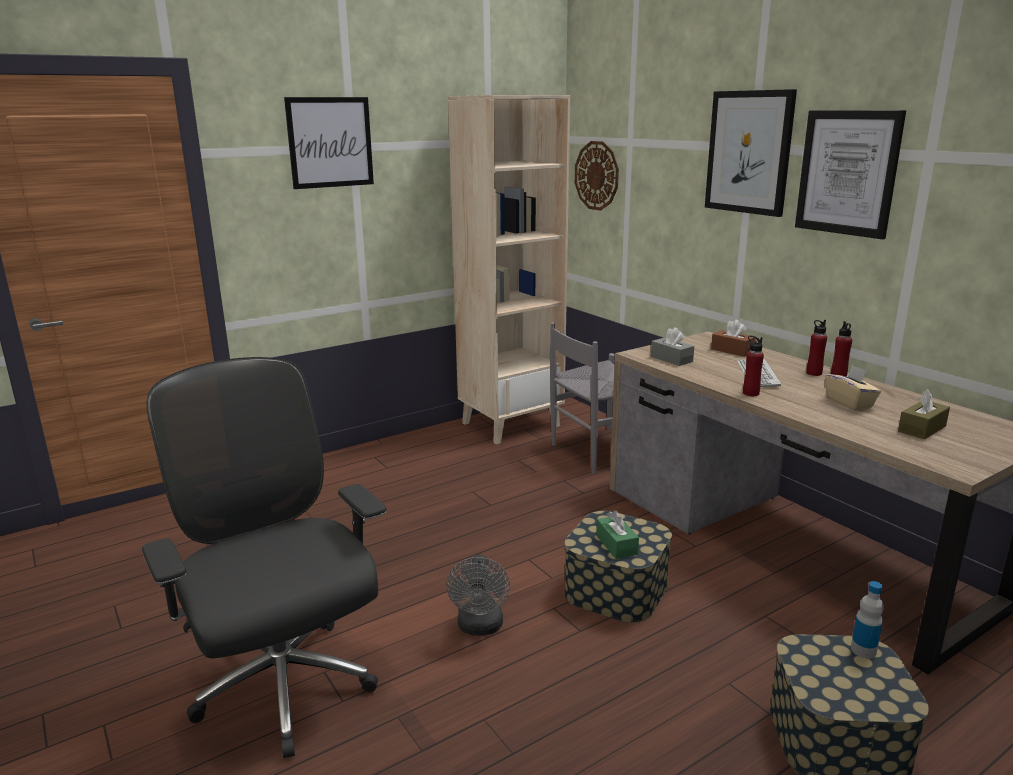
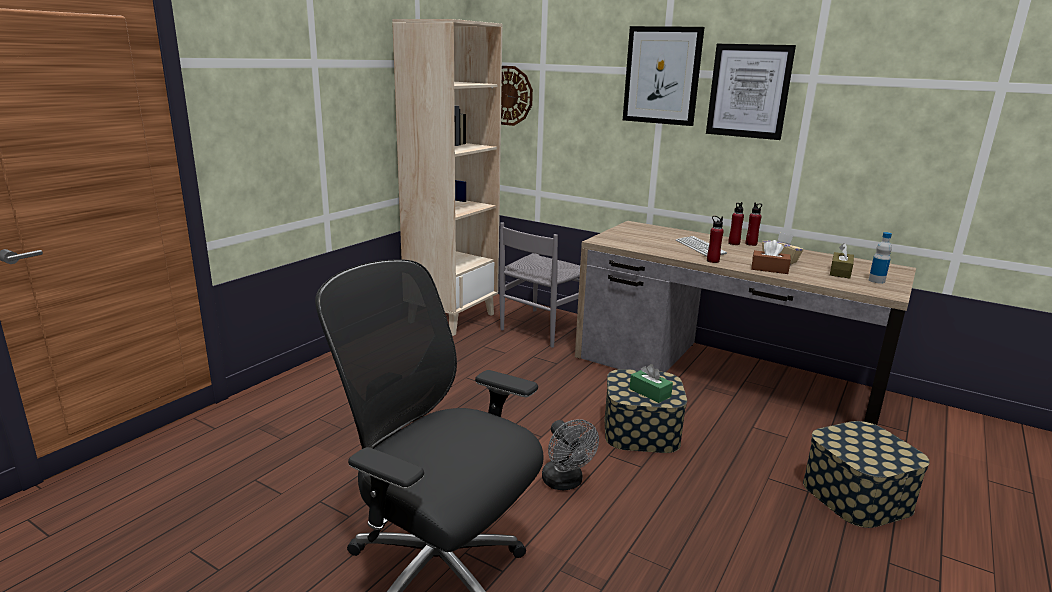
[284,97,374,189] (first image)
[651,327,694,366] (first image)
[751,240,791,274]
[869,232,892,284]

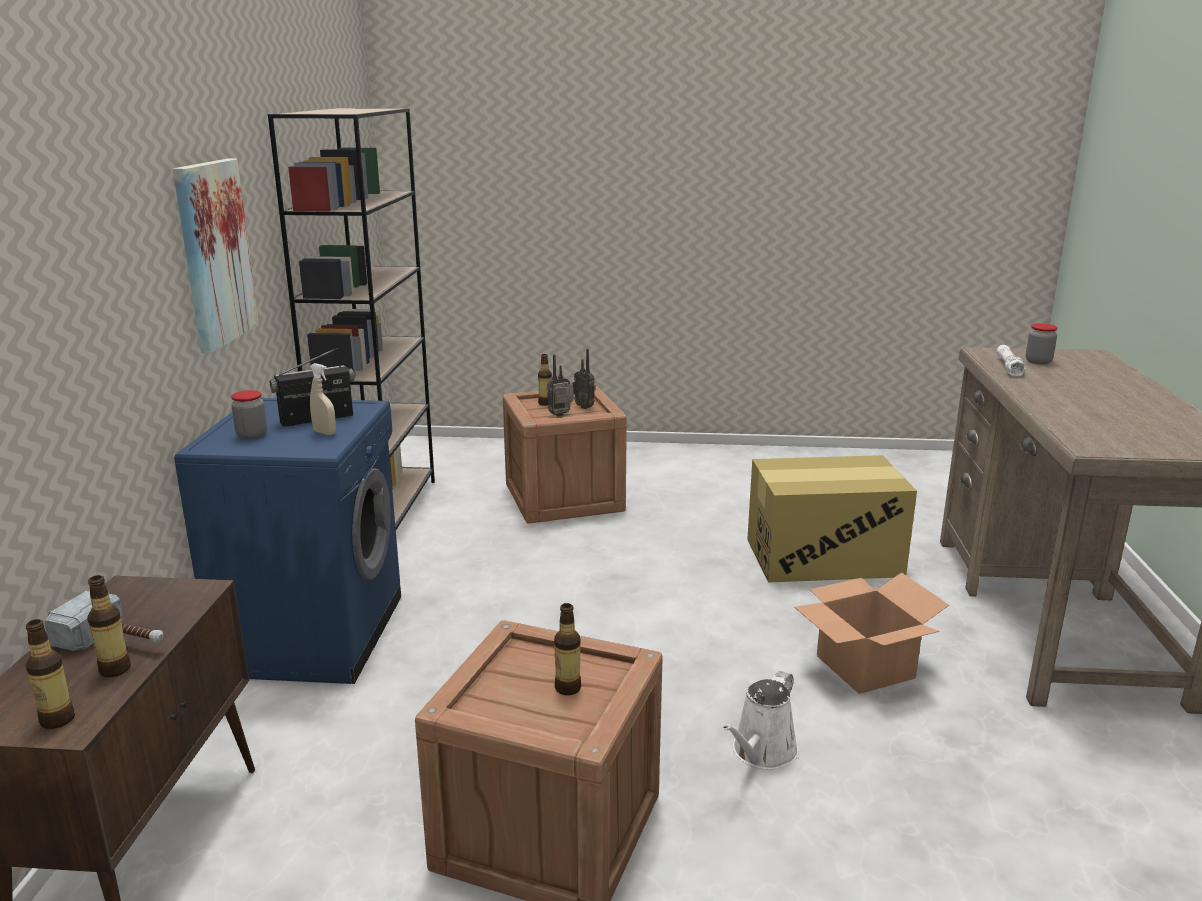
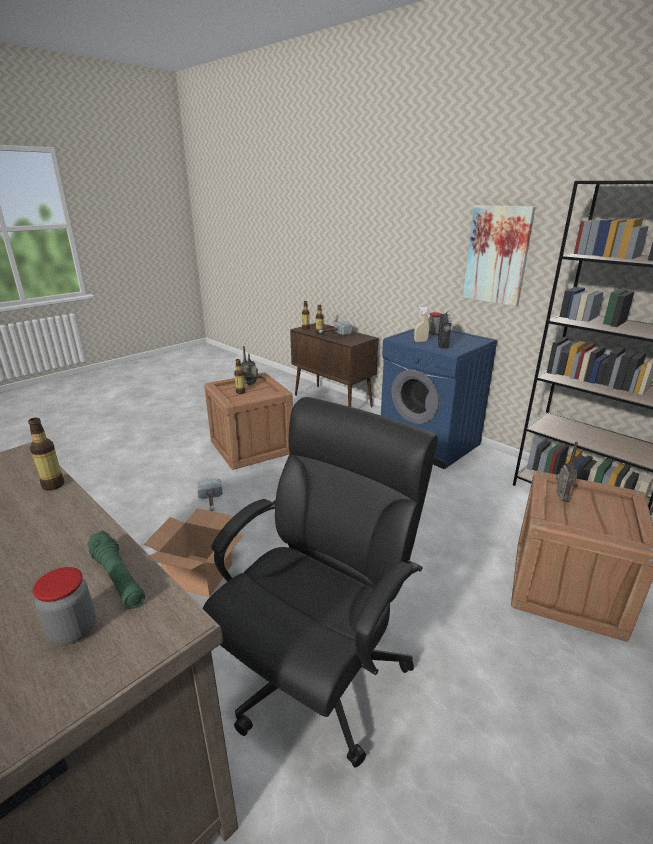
[28,418,64,490]
[241,346,258,385]
[197,478,223,511]
[203,397,438,768]
[87,531,145,609]

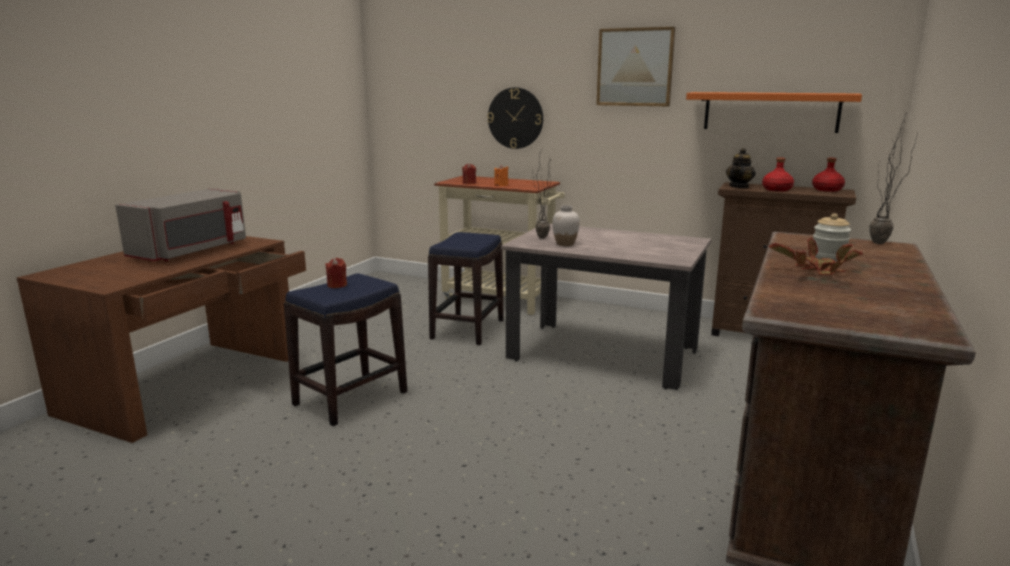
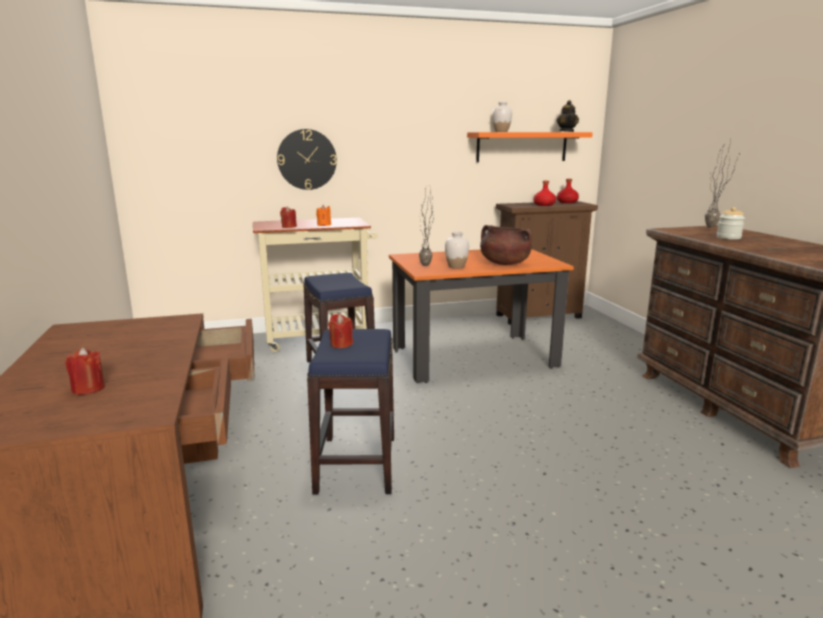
[115,188,246,261] (first image)
[389,249,574,383]
[596,27,675,106] (first image)
[557,100,579,132]
[769,238,863,275] (first image)
[65,348,105,395]
[480,225,532,265]
[492,102,512,132]

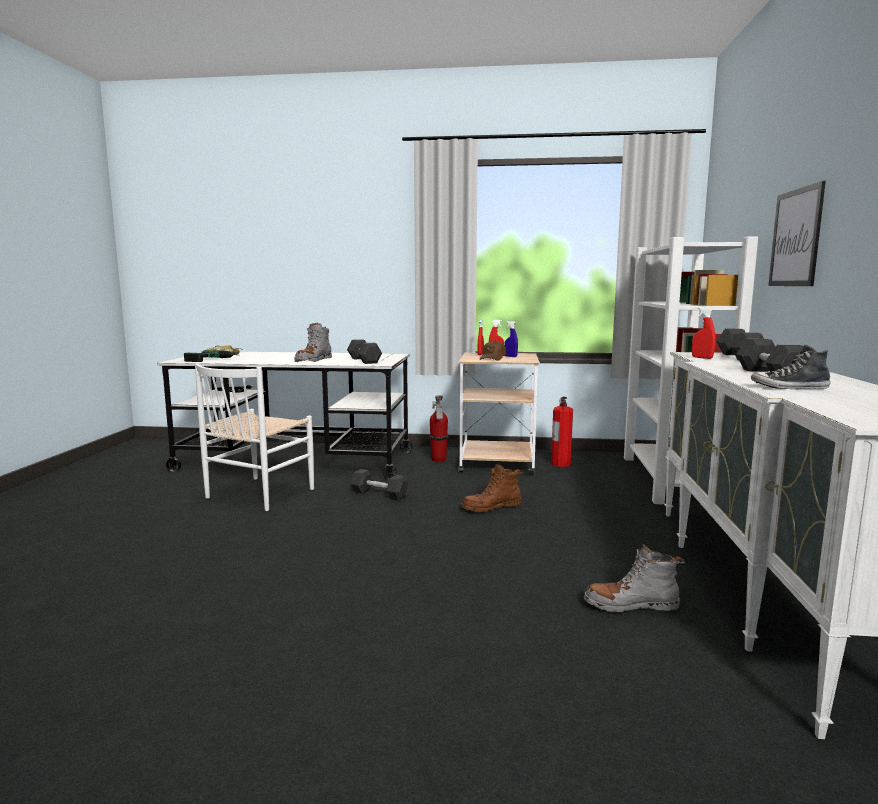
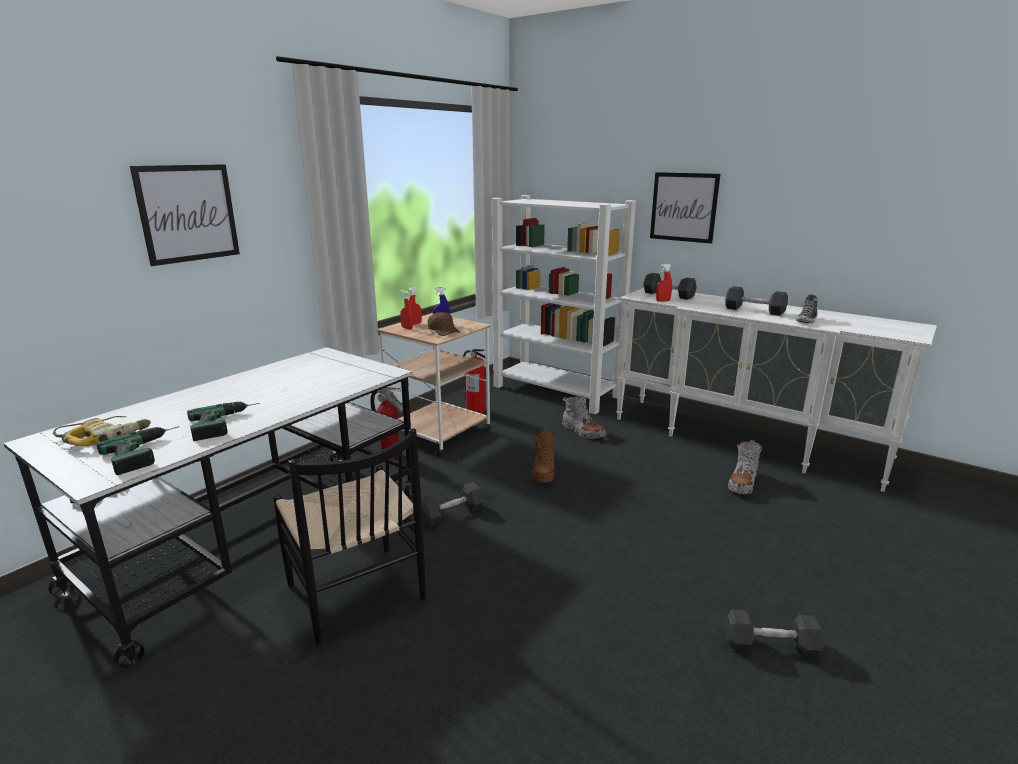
[273,428,426,644]
[562,396,606,439]
[725,609,824,656]
[130,164,240,266]
[187,402,260,441]

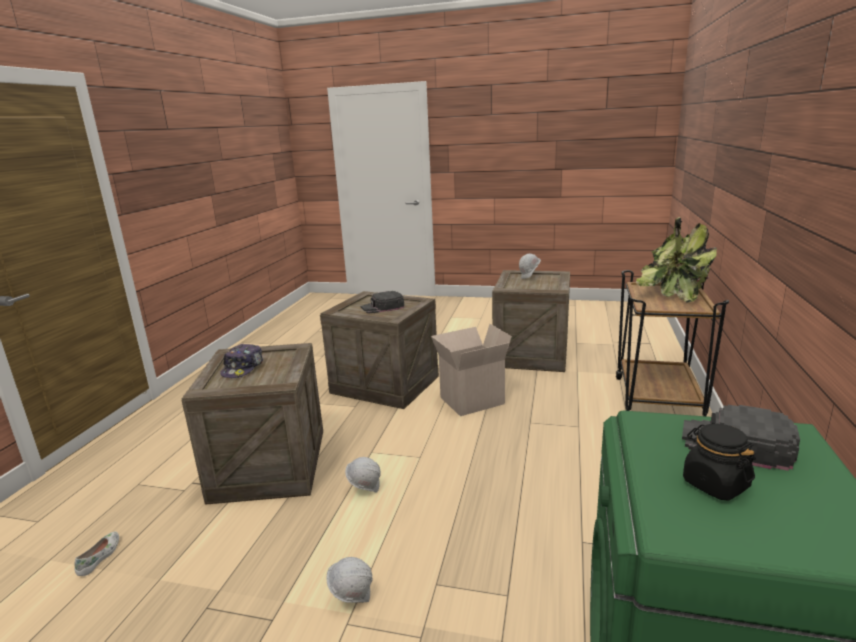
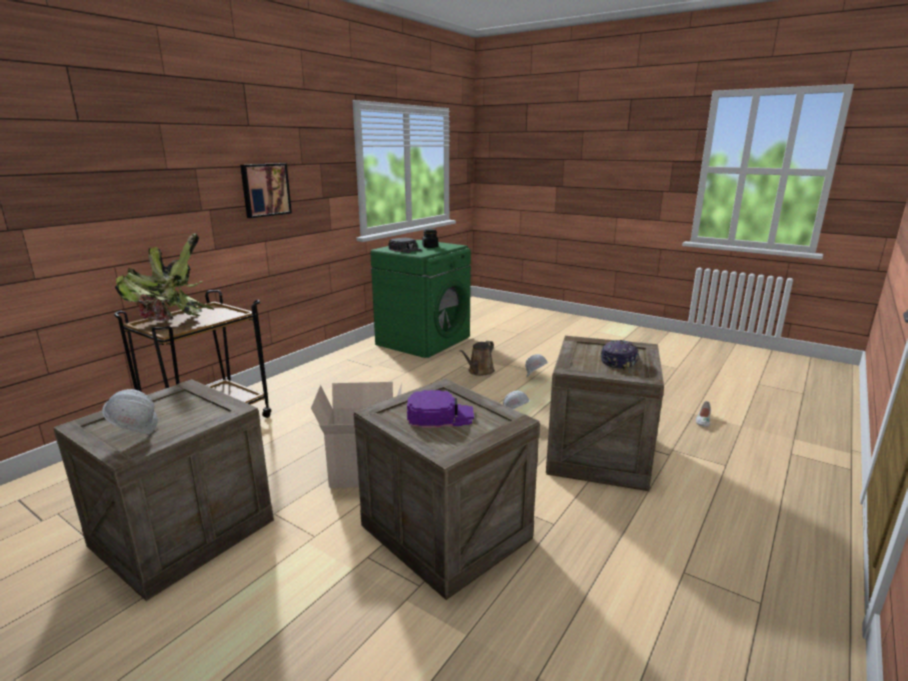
[407,390,474,428]
[240,163,292,218]
[459,341,495,376]

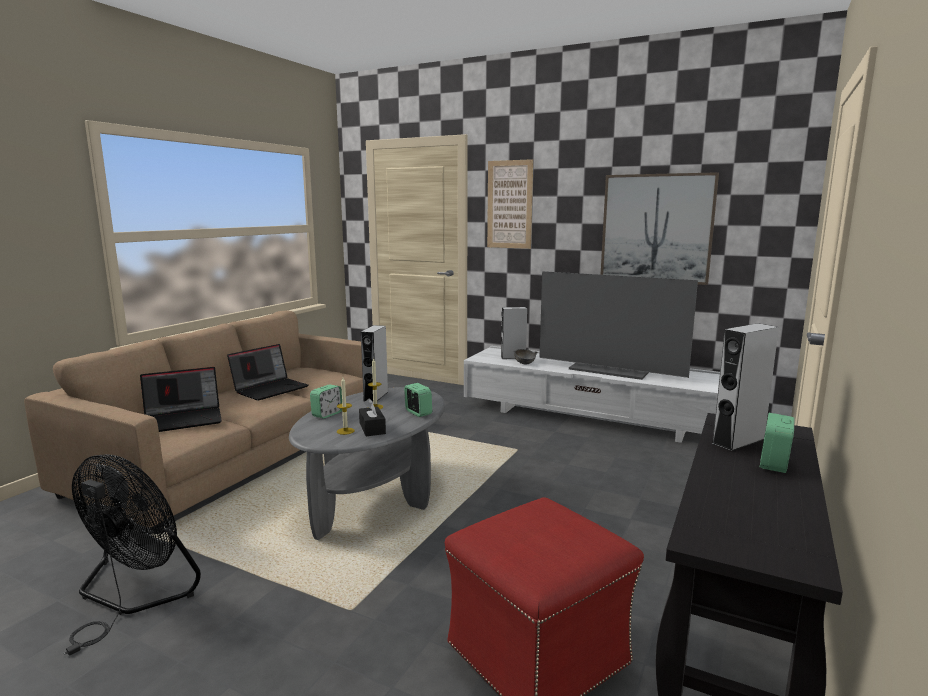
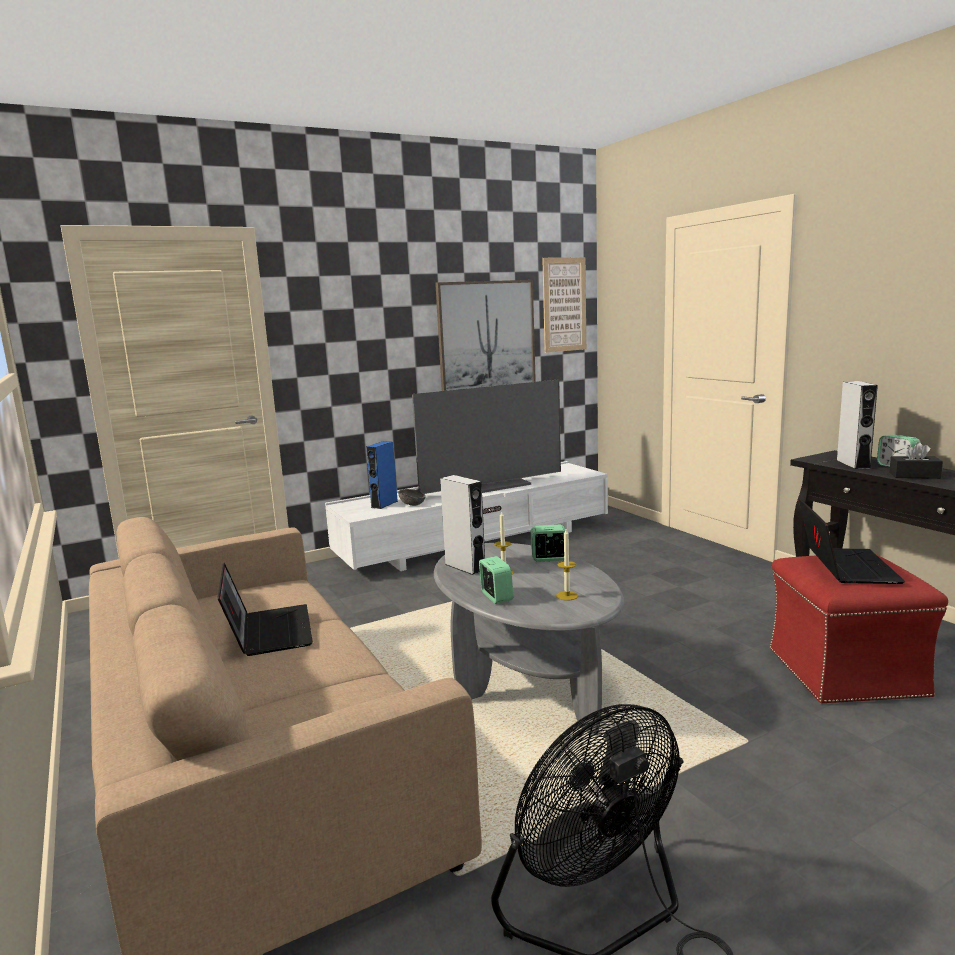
[799,498,906,584]
[889,442,943,479]
[542,257,586,353]
[366,441,398,509]

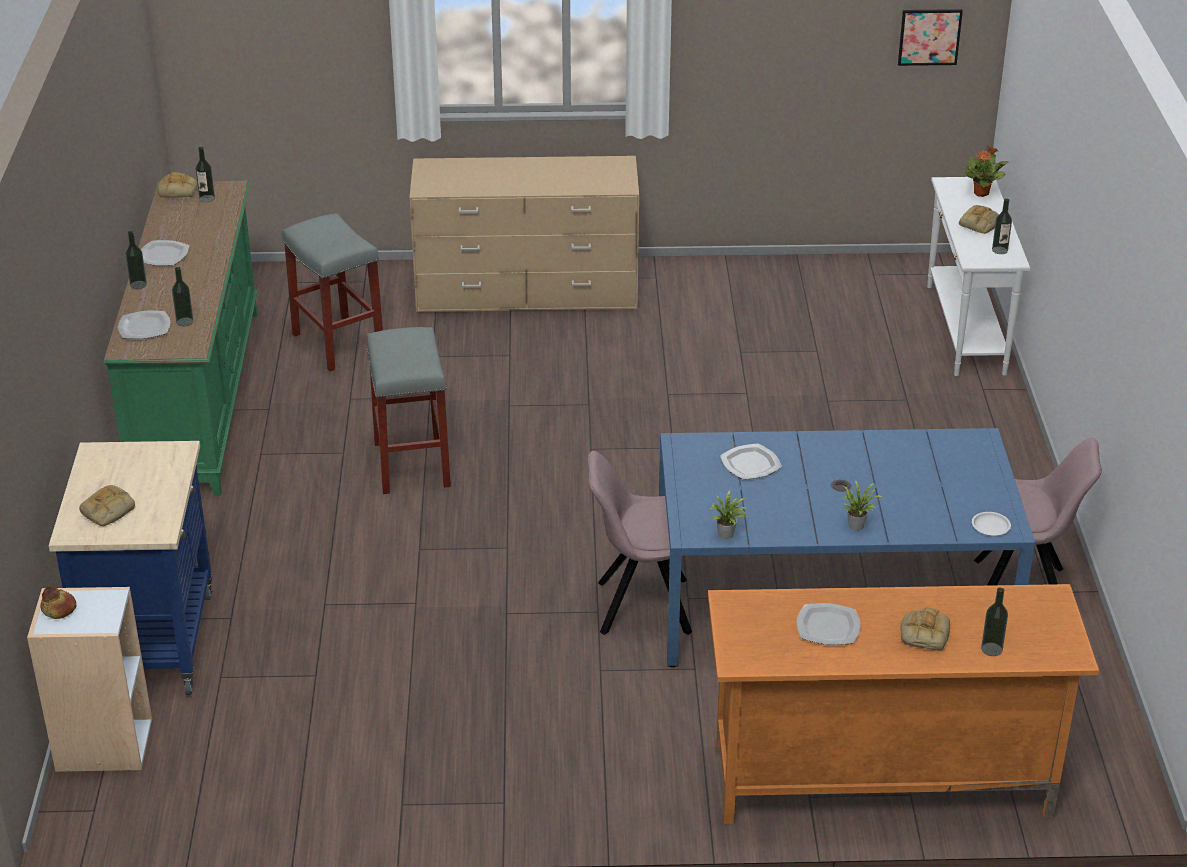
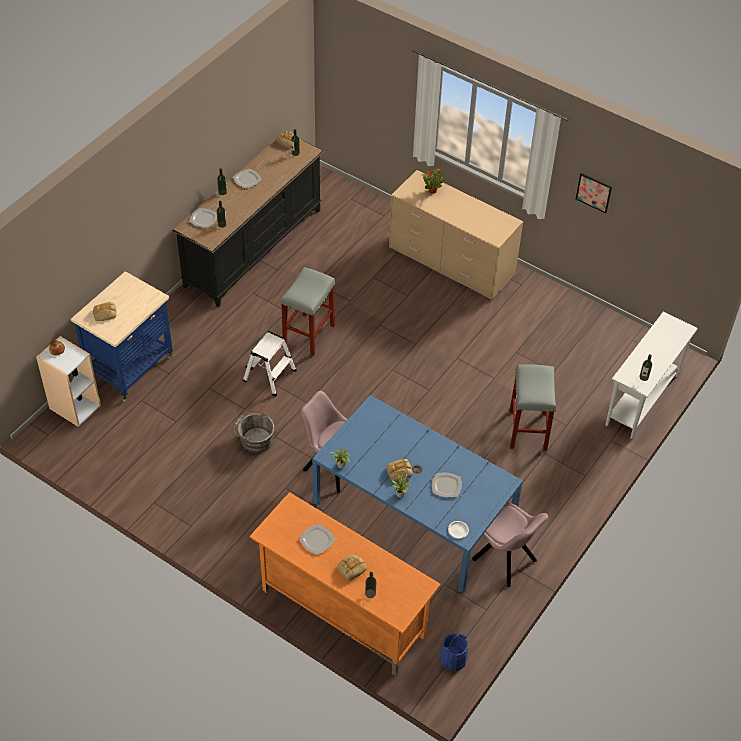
[173,139,324,307]
[509,364,556,451]
[432,473,462,497]
[576,173,612,213]
[387,459,413,481]
[421,169,446,193]
[233,411,275,453]
[243,331,297,397]
[440,633,468,671]

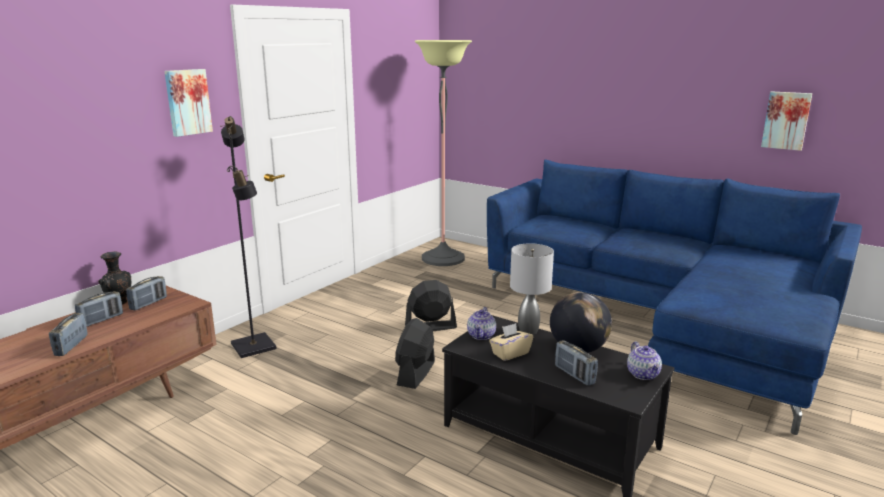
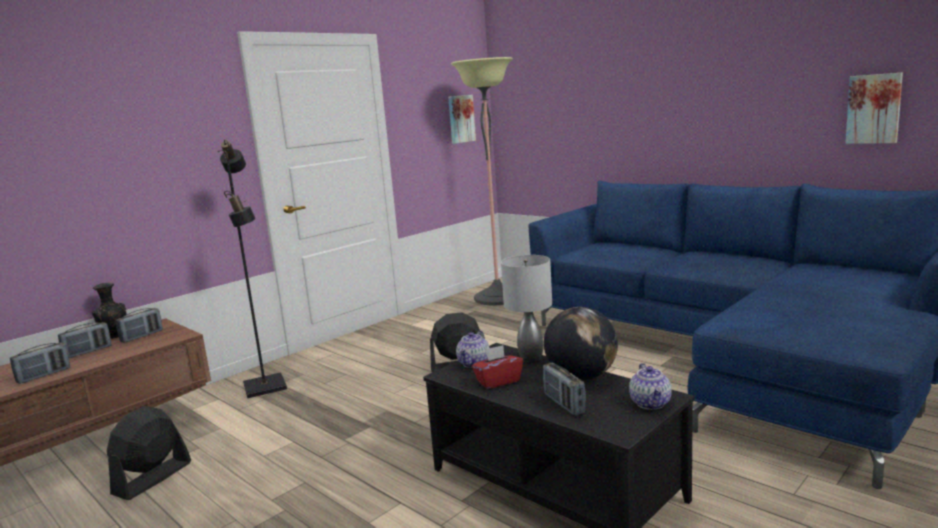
[10,343,70,384]
[448,95,476,144]
[107,406,191,500]
[472,345,523,389]

